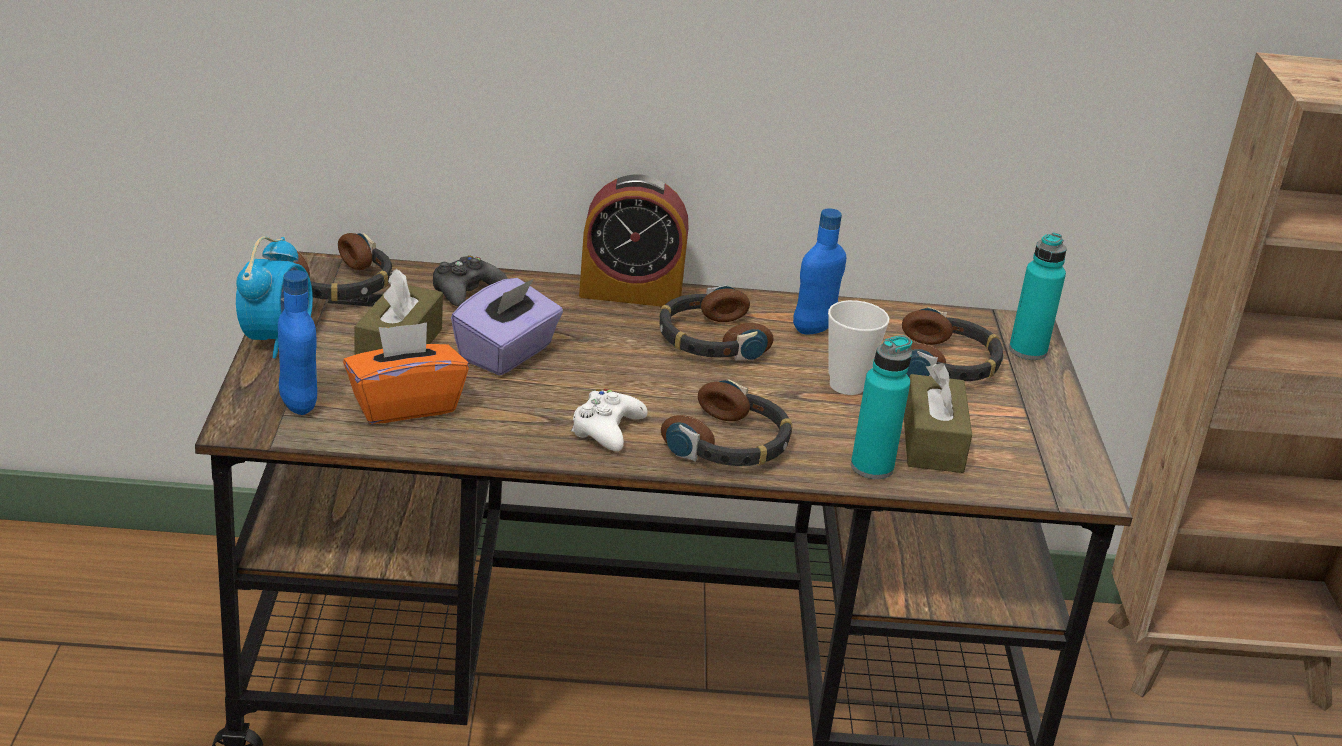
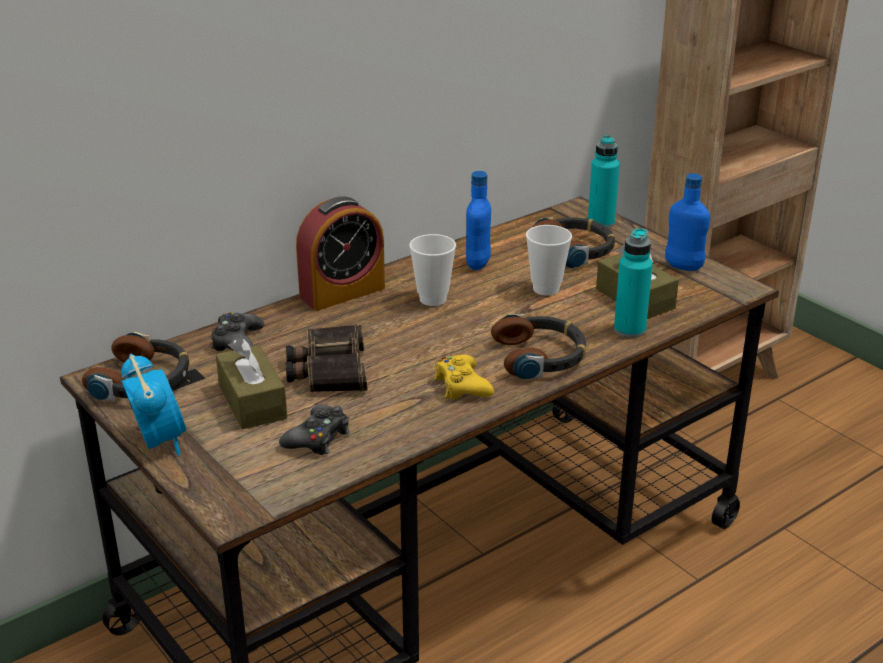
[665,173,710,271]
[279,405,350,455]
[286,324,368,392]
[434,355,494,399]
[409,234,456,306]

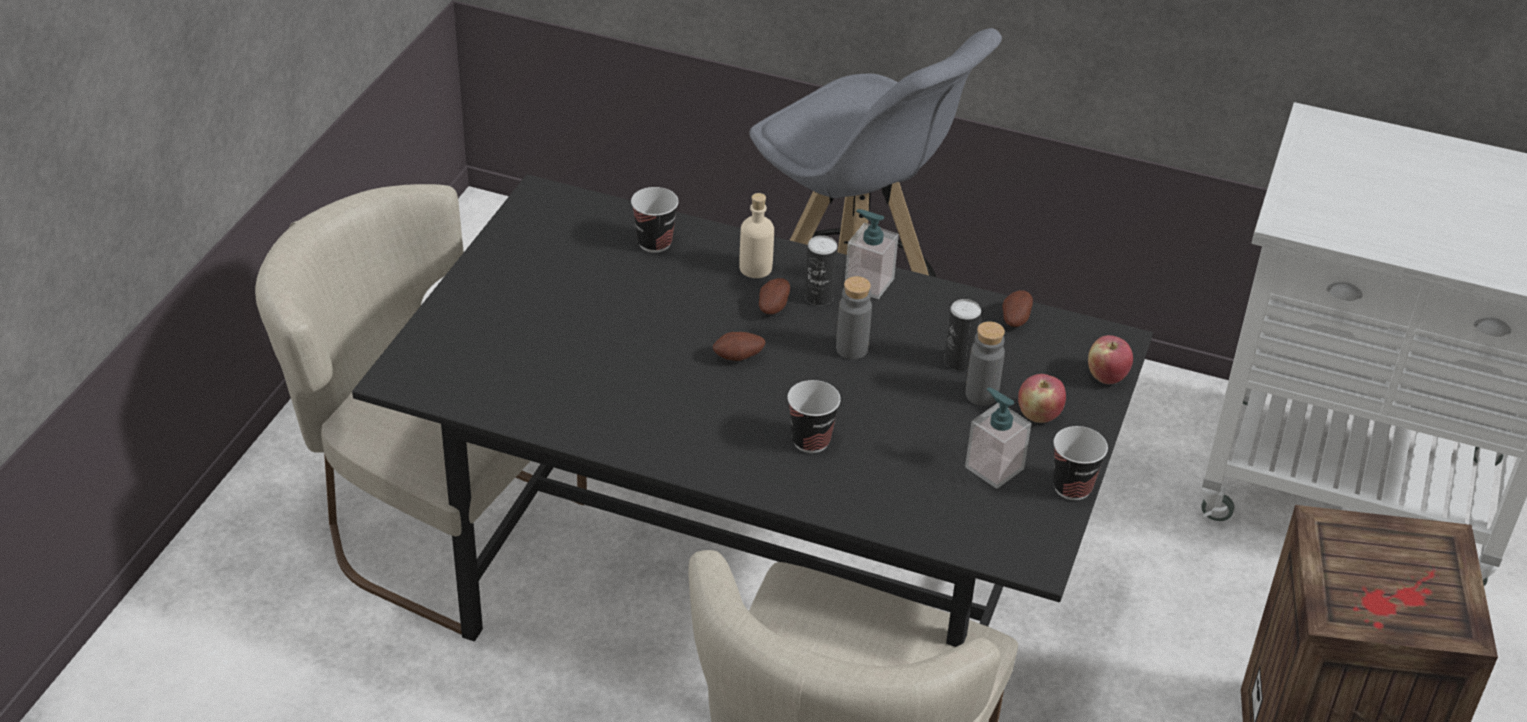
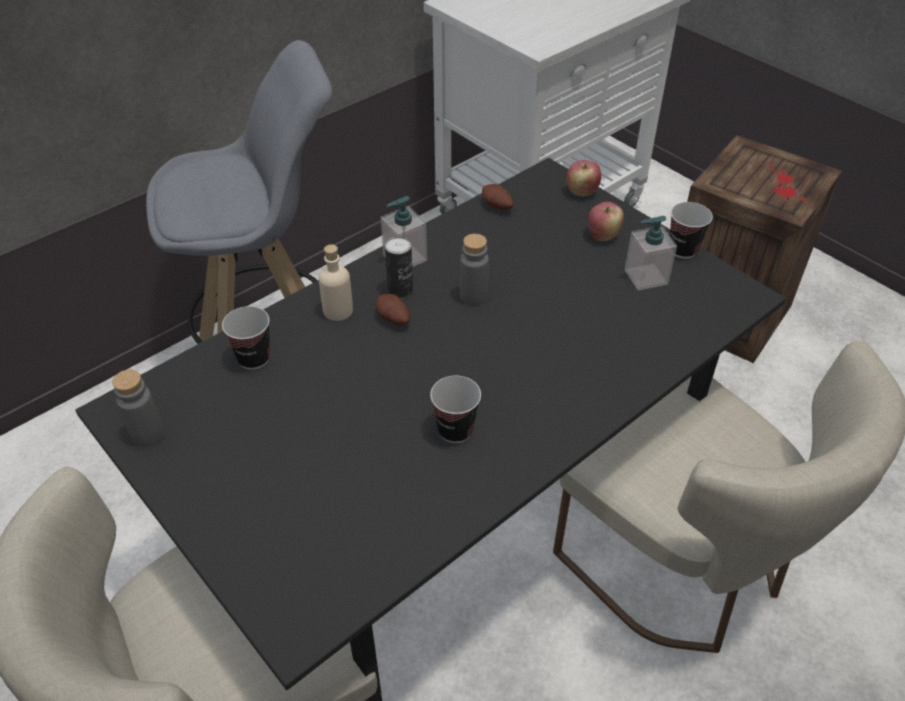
[713,332,765,361] (first image)
[430,376,481,443]
[944,299,981,371] (first image)
[112,370,164,447]

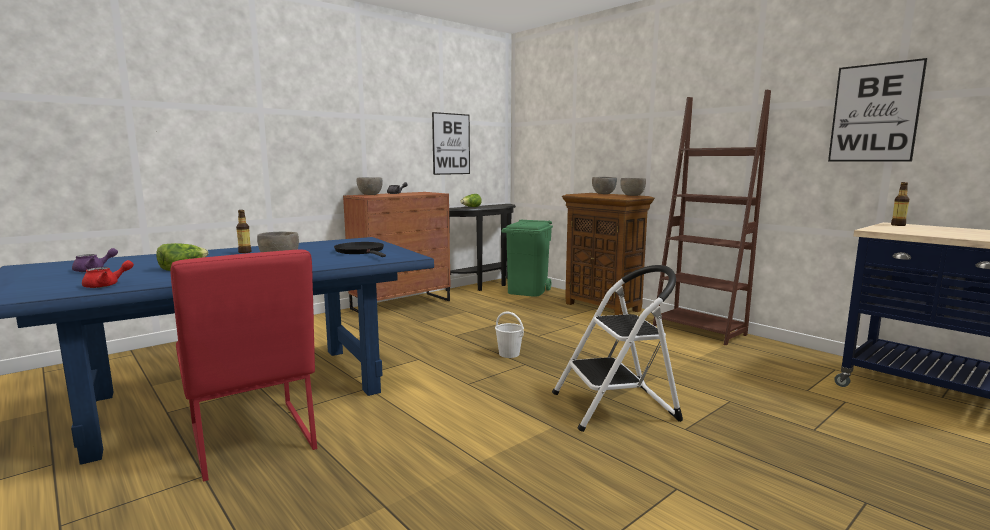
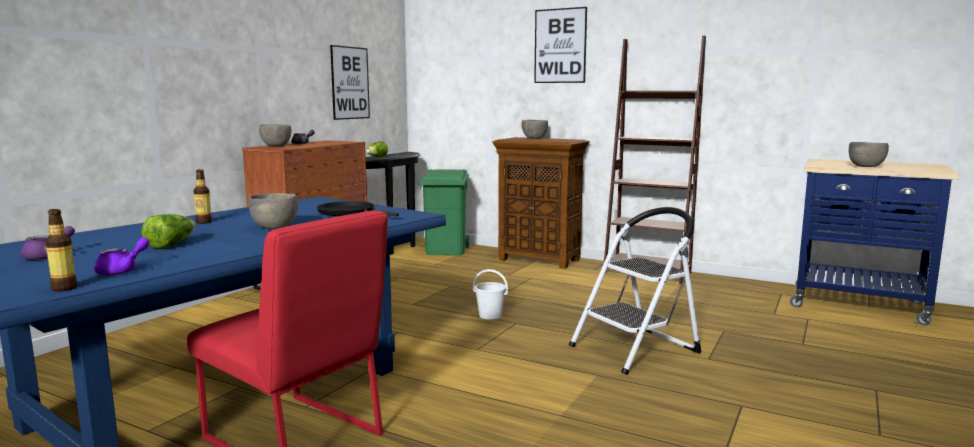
[94,237,150,275]
[849,142,889,167]
[534,7,587,83]
[45,209,77,292]

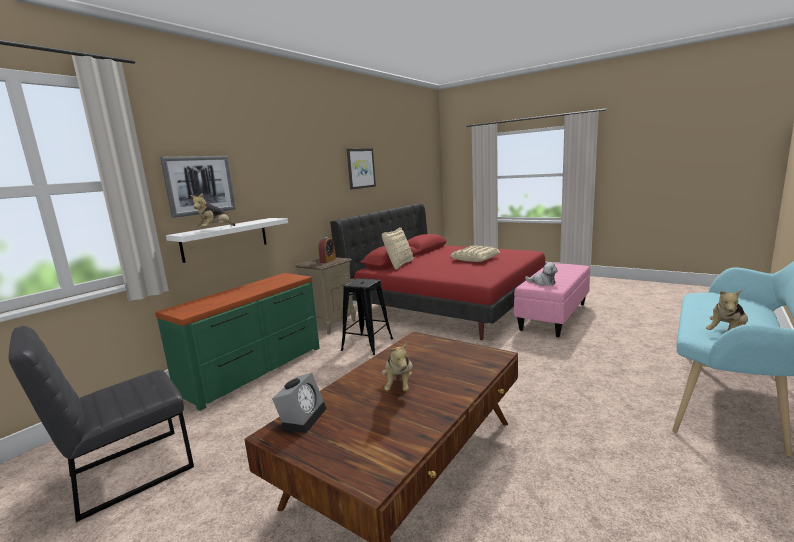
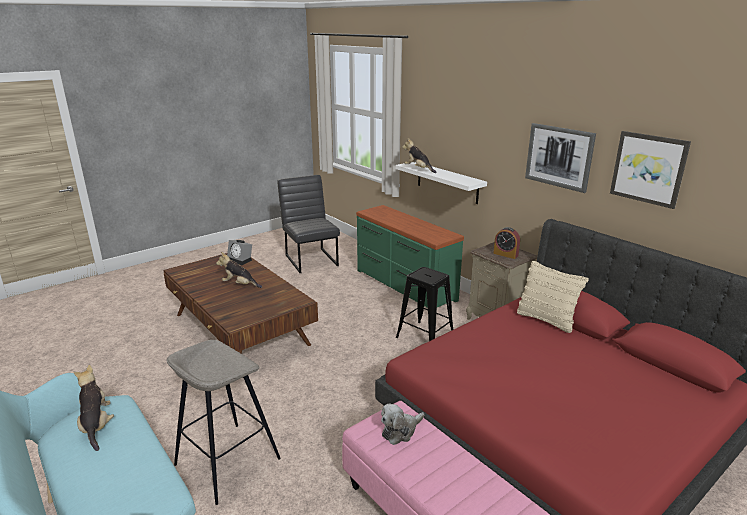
[525,123,596,193]
[450,245,500,262] (first image)
[167,340,281,505]

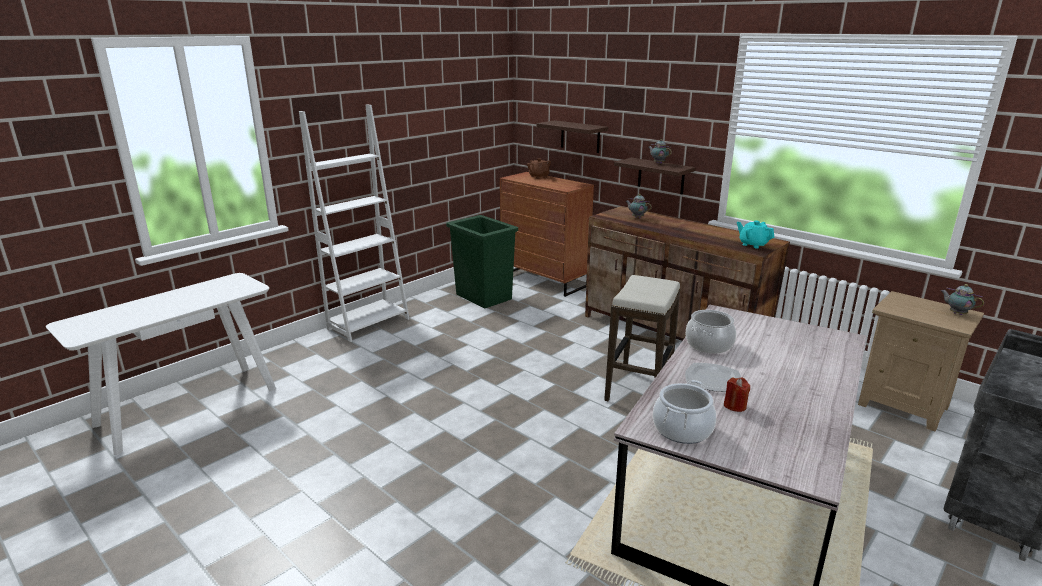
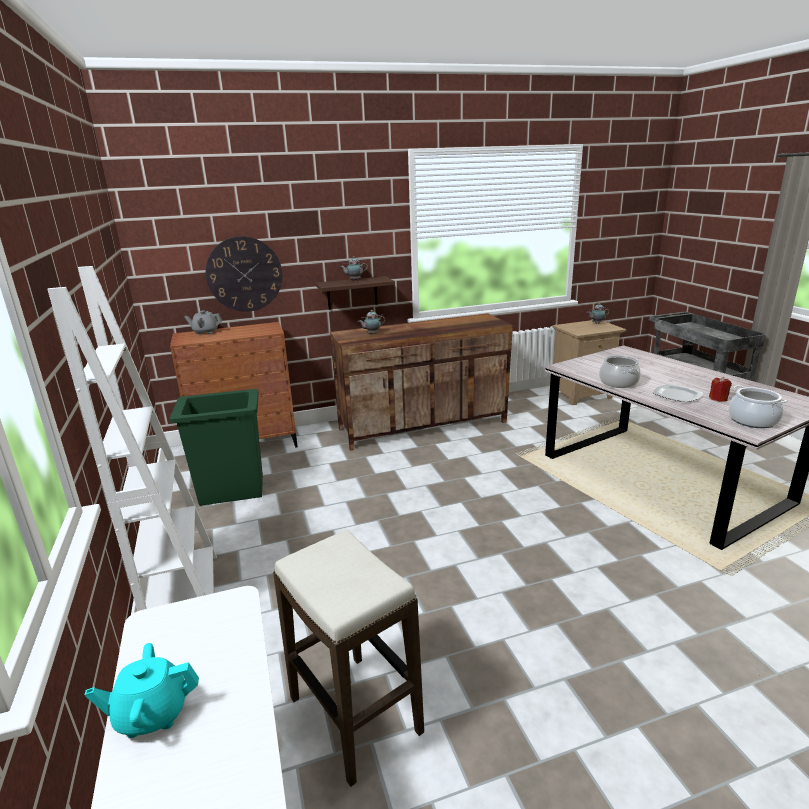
[184,310,222,335]
[206,236,282,312]
[273,530,424,787]
[85,643,199,738]

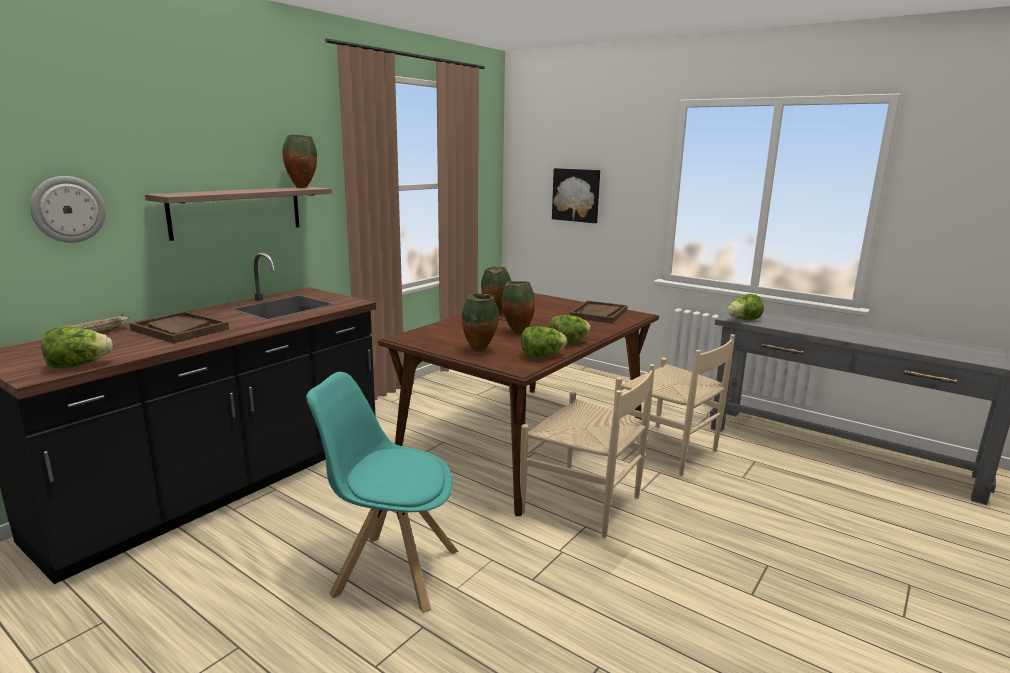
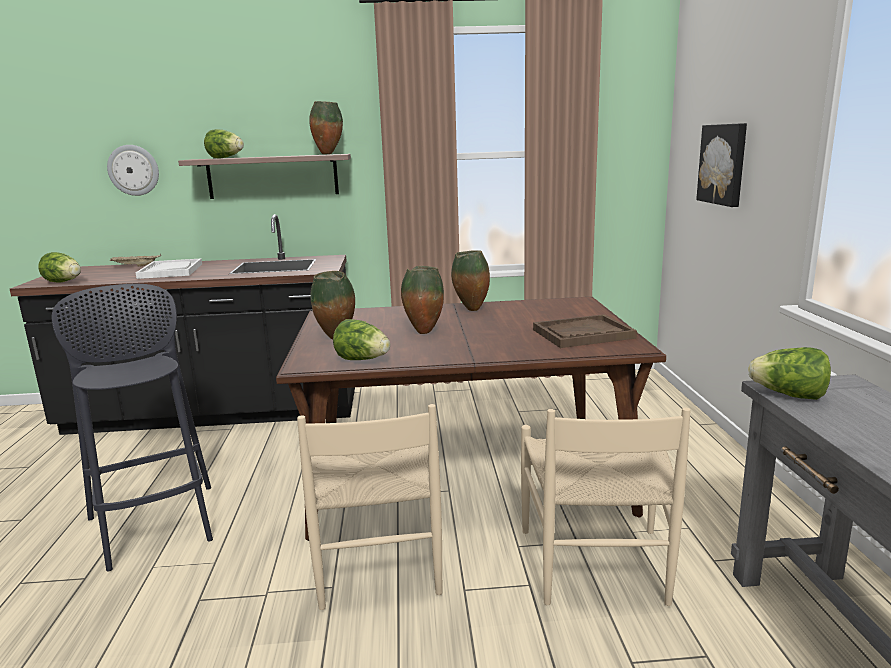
[136,258,202,279]
[52,284,213,572]
[204,129,244,158]

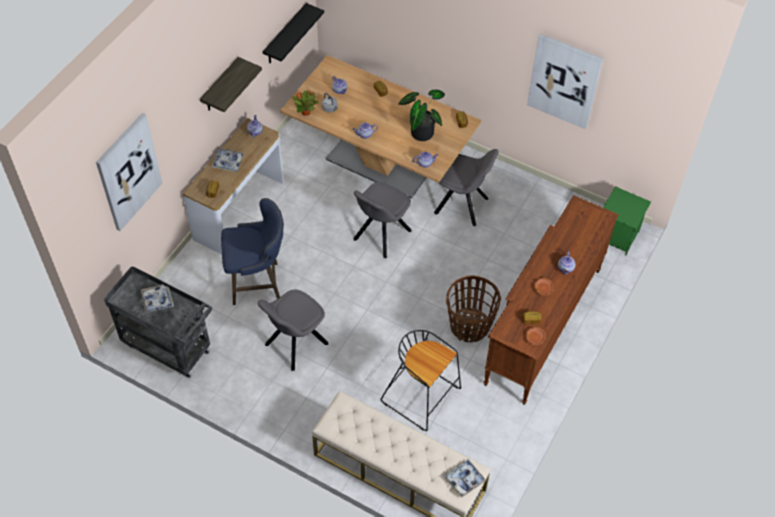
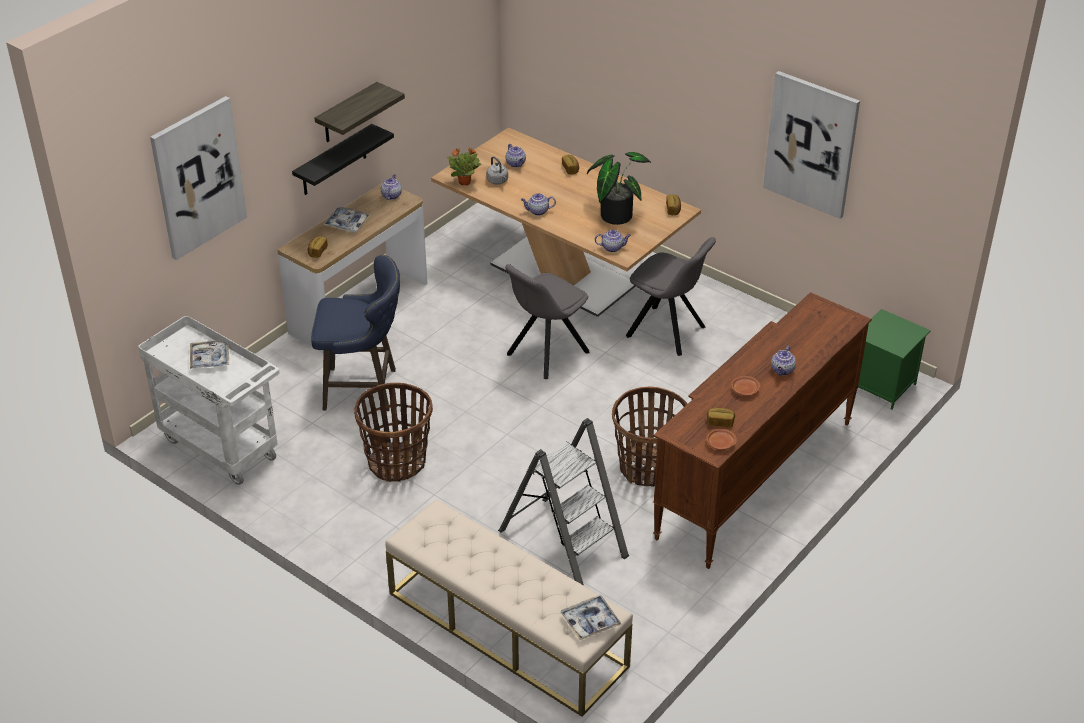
[138,316,280,485]
[354,383,433,482]
[292,124,394,195]
[498,418,629,586]

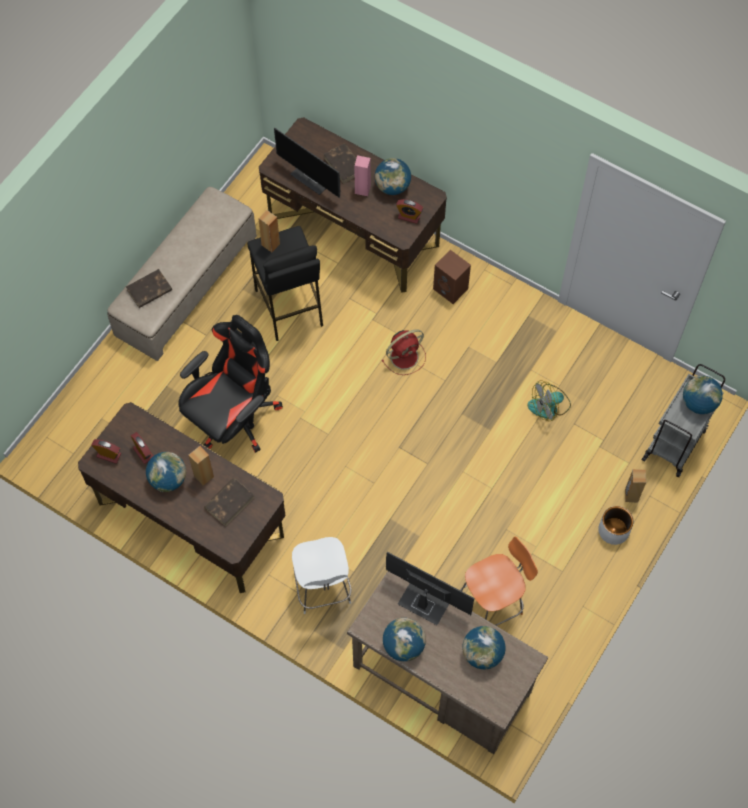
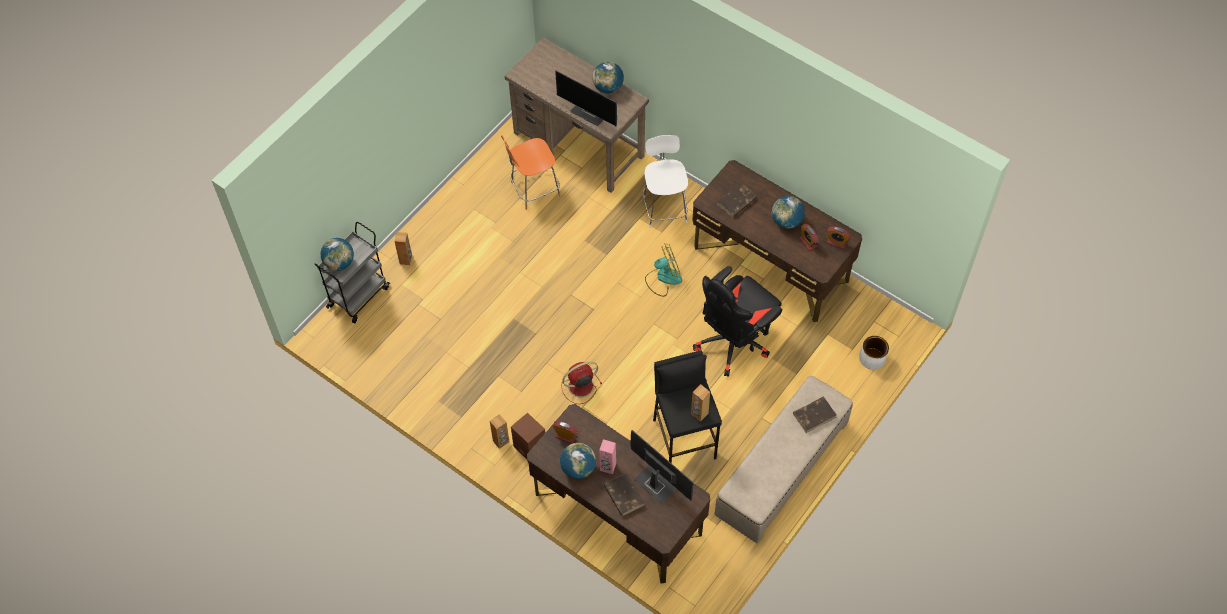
[490,414,509,449]
[462,626,505,669] (first image)
[645,243,682,297]
[859,336,889,370]

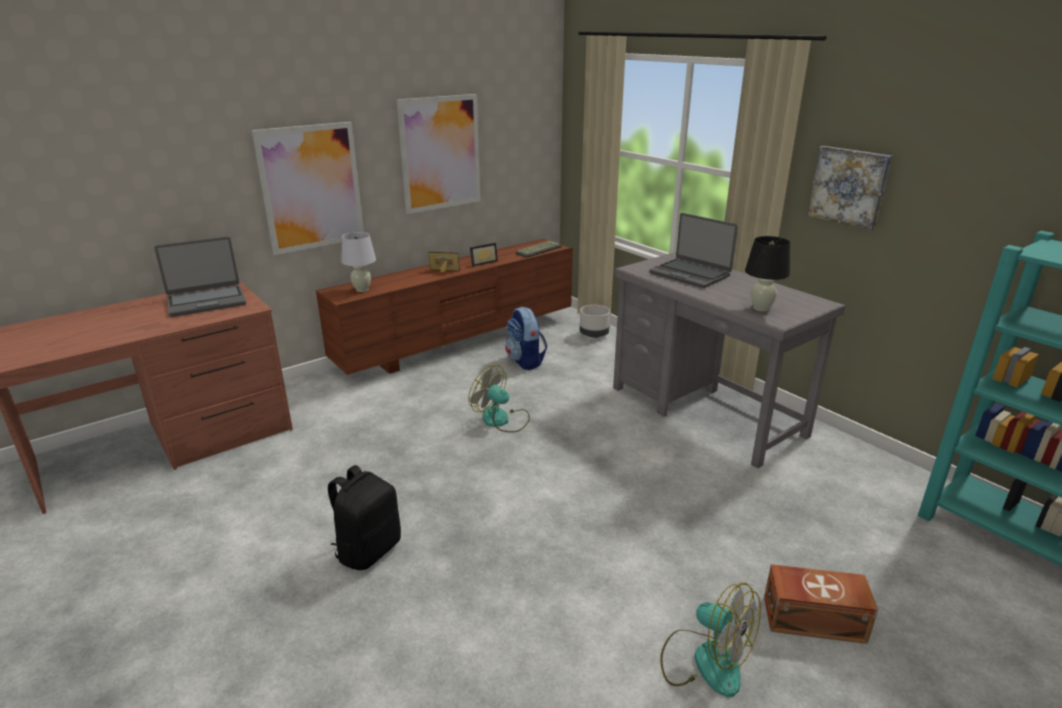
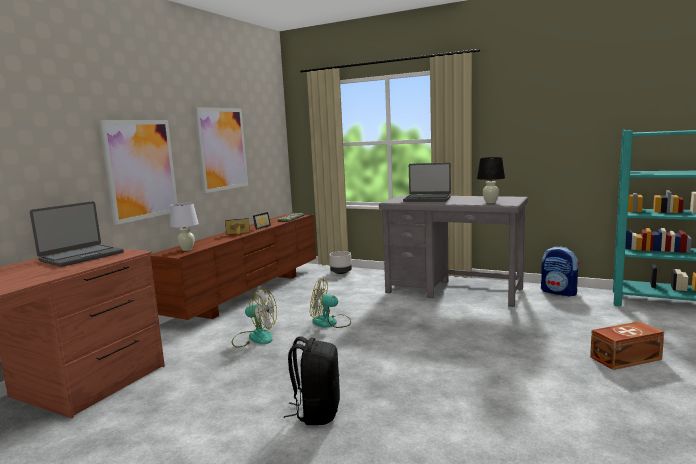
[541,247,580,297]
[232,288,277,348]
[807,146,892,230] (first image)

